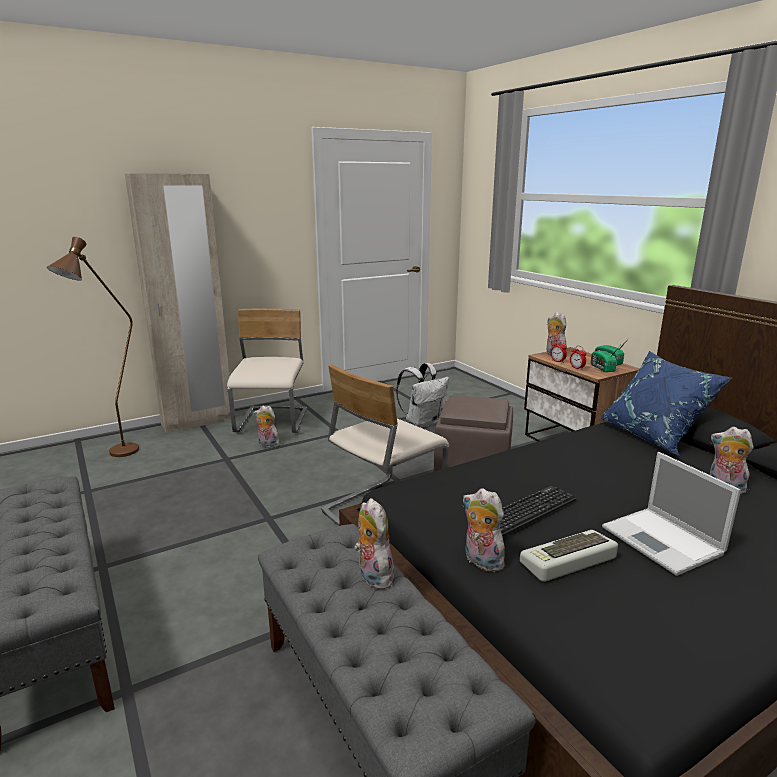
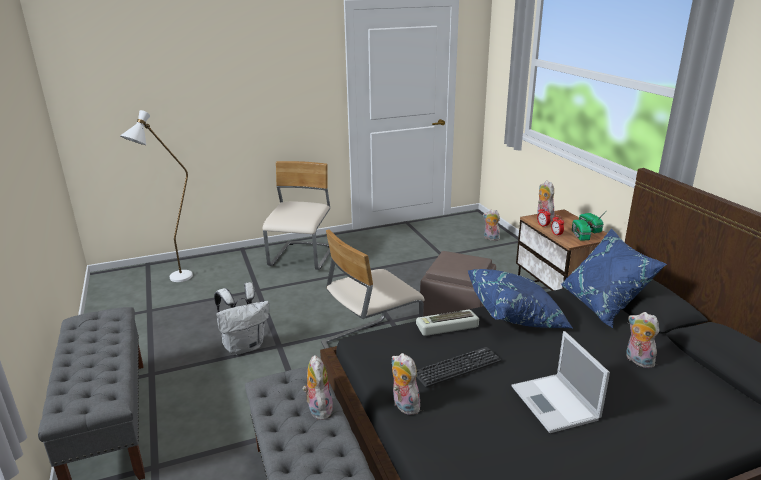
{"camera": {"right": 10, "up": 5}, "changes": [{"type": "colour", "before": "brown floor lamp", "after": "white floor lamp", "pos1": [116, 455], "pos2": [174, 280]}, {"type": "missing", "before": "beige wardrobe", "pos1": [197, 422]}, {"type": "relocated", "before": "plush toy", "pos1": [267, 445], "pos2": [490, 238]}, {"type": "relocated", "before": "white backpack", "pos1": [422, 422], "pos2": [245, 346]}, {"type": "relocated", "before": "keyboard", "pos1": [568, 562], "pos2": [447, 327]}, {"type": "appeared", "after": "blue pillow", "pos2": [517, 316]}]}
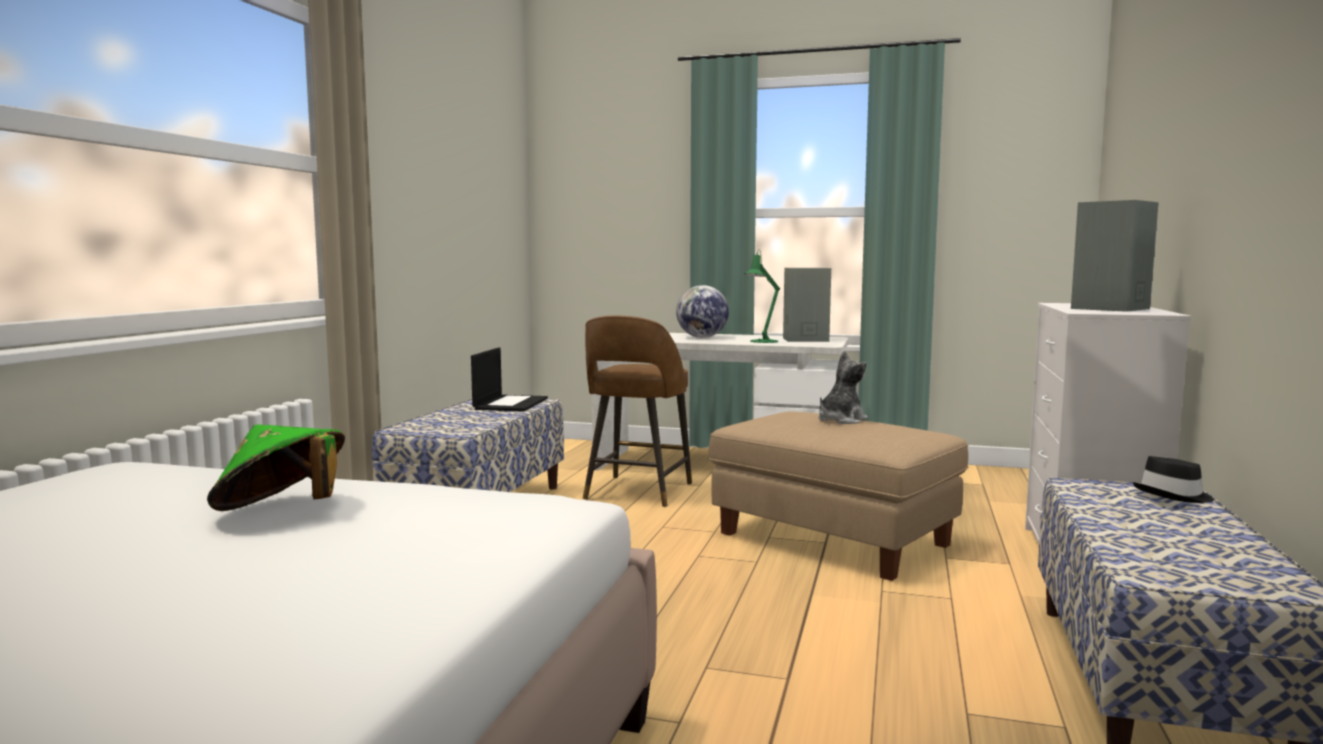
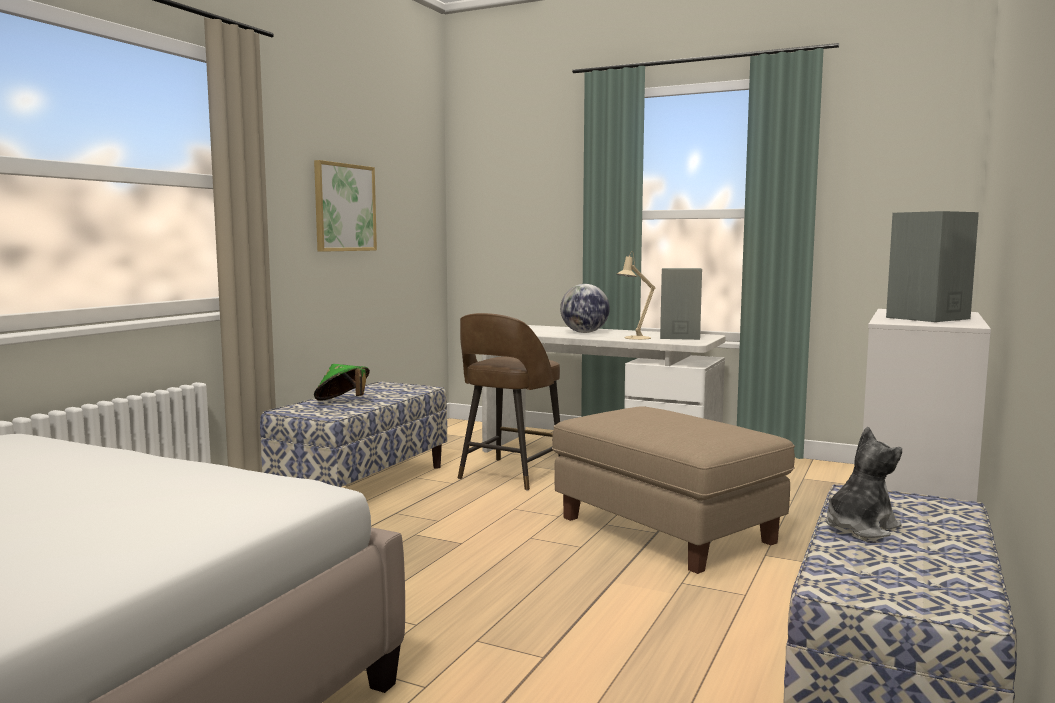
{"camera": {"right": 10, "up": 0}, "changes": [{"type": "relocated", "before": "green hat", "pos1": [282, 512], "pos2": [342, 402]}, {"type": "missing", "before": "laptop", "pos1": [510, 404]}, {"type": "colour", "before": "green table lamp", "after": "beige table lamp", "pos1": [761, 341], "pos2": [634, 338]}, {"type": "relocated", "before": "plush toy", "pos1": [840, 420], "pos2": [860, 527]}, {"type": "missing", "before": "black hat", "pos1": [1174, 496]}, {"type": "appeared", "after": "picture", "pos2": [344, 207]}]}
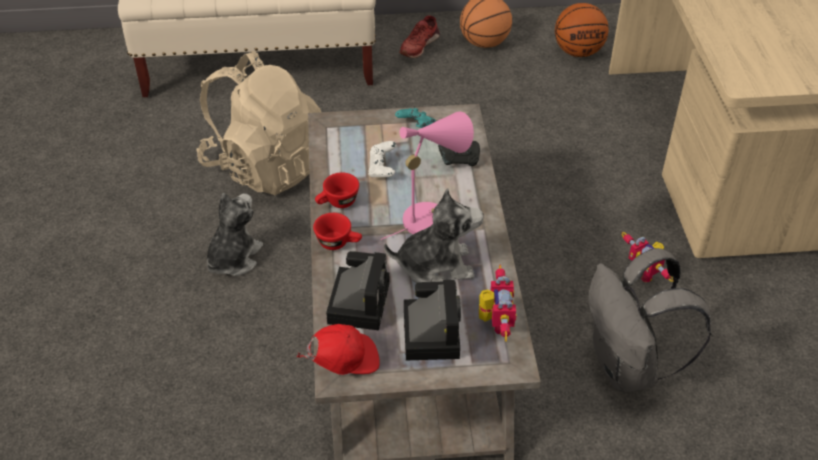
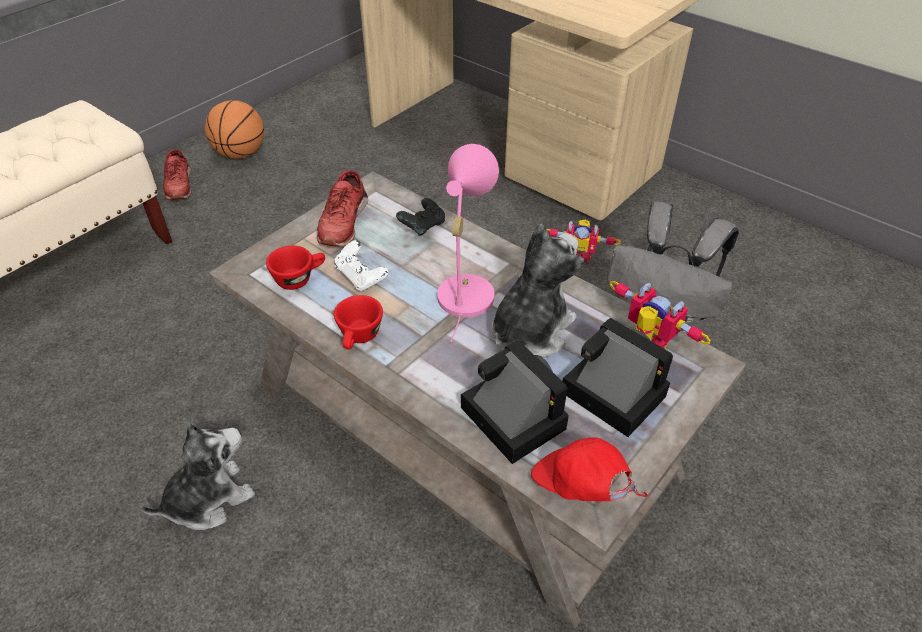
{"camera": {"right": -45, "up": 0}, "changes": [{"type": "missing", "before": "beige backpack", "pos1": [265, 166]}, {"type": "spun", "before": "plush toy", "pos1": [233, 258], "pos2": [209, 499], "turn": 75}, {"type": "spun", "before": "red cap", "pos1": [343, 362], "pos2": [579, 488], "turn": -75}, {"type": "relocated", "before": "red cup", "pos1": [339, 243], "pos2": [299, 278]}, {"type": "exchanged", "before": "turquoise game controller", "after": "red shoe", "pos1": [416, 127], "pos2": [342, 222]}, {"type": "missing", "before": "basketball", "pos1": [578, 52]}]}
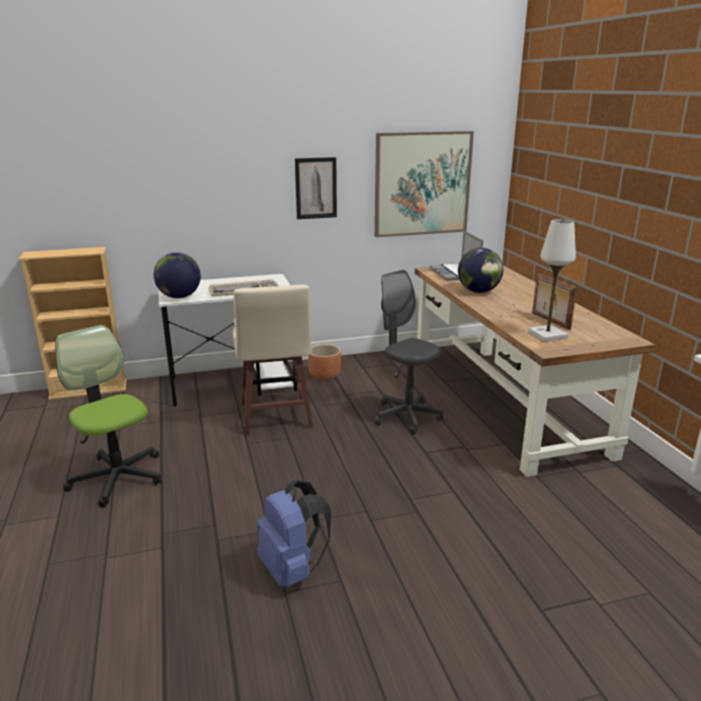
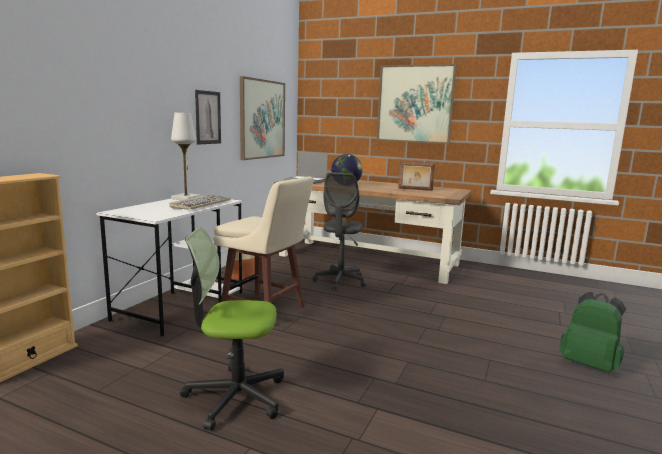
{"camera": {"right": -50, "up": -10}, "changes": [{"type": "missing", "before": "globe", "pos1": [179, 297]}, {"type": "missing", "before": "blue backpack", "pos1": [293, 570]}, {"type": "spun", "before": "grey office chair", "pos1": [406, 416], "pos2": [340, 281], "turn": -75}, {"type": "relocated", "before": "white table lamp", "pos1": [547, 335], "pos2": [186, 198]}, {"type": "appeared", "after": "picture", "pos2": [415, 104]}, {"type": "appeared", "after": "green backpack", "pos2": [589, 365]}]}
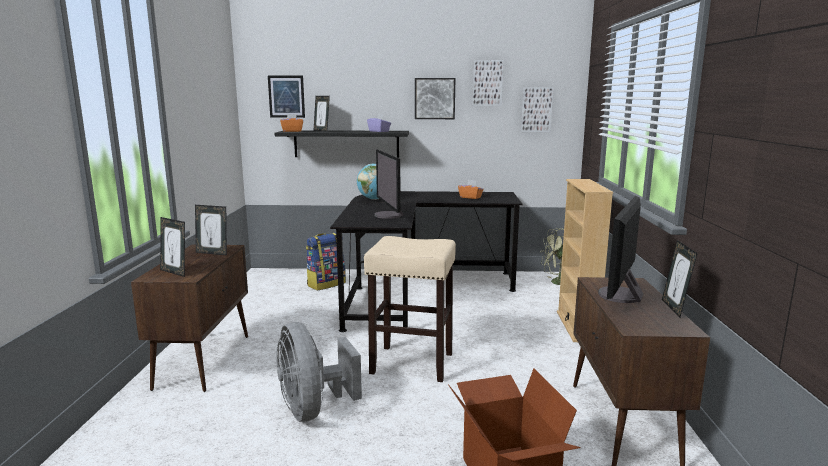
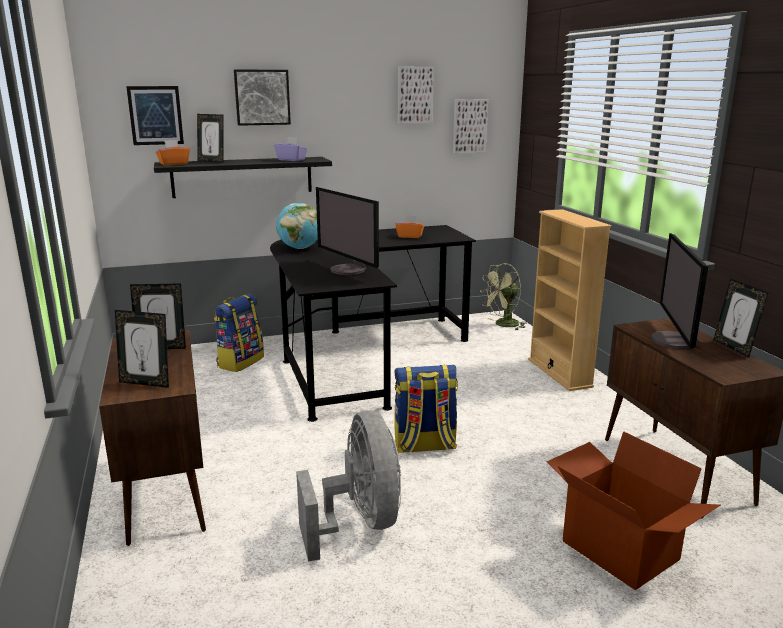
{"camera": {"right": -20, "up": 5}, "changes": [{"type": "spun", "before": "grey fan", "pos1": [313, 409], "pos2": [359, 523], "turn": -150}, {"type": "exchanged", "before": "beige stool", "after": "backpack", "pos1": [410, 363], "pos2": [424, 446]}, {"type": "relocated", "before": "picture", "pos1": [434, 98], "pos2": [262, 97]}]}
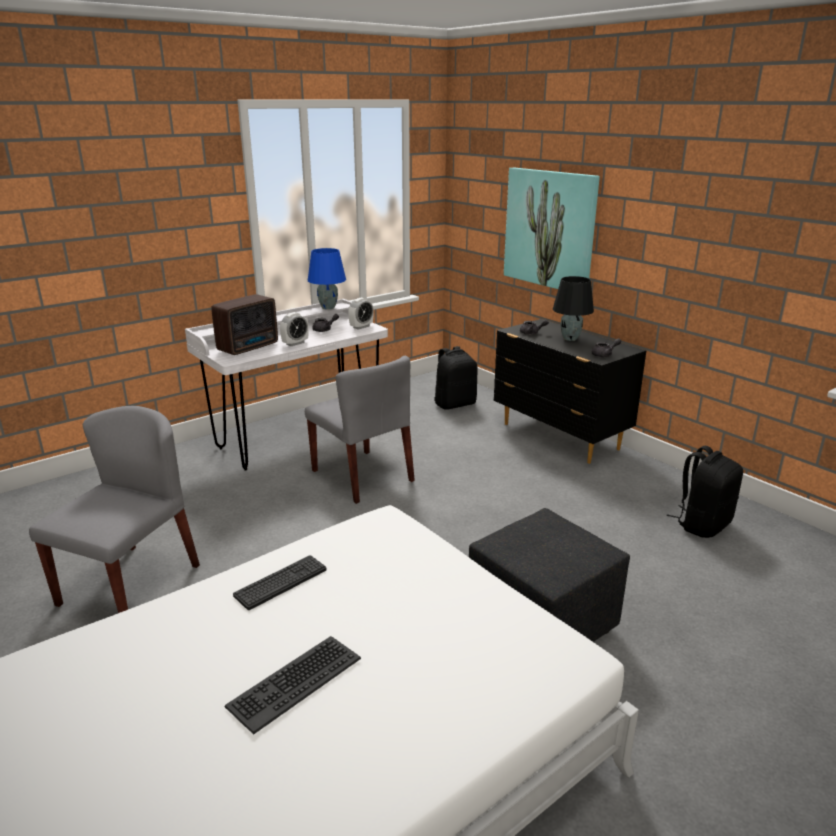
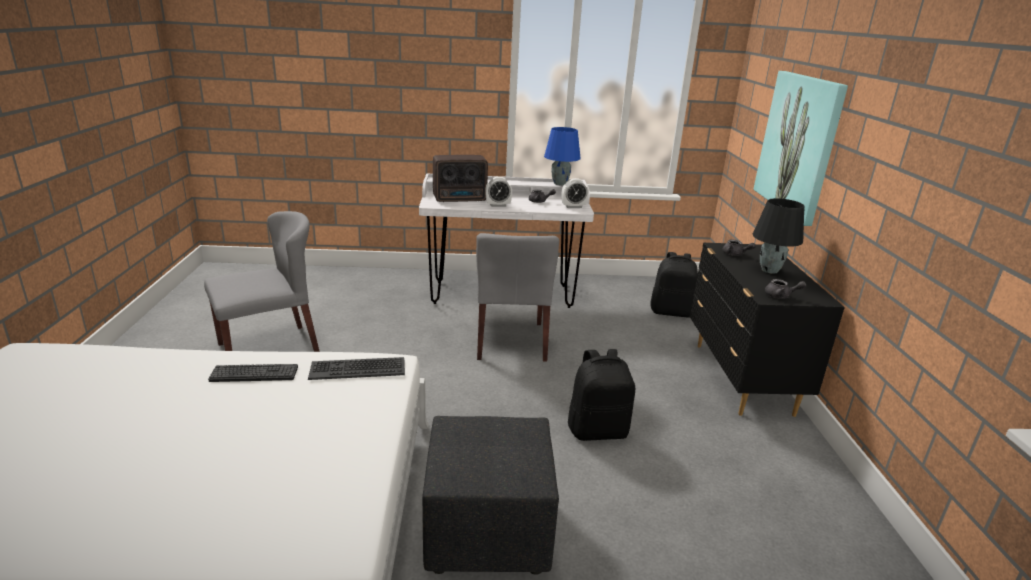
{"camera": {"right": 35, "up": 0}, "changes": [{"type": "relocated", "before": "keyboard", "pos1": [295, 682], "pos2": [357, 369]}, {"type": "relocated", "before": "black backpack", "pos1": [702, 524], "pos2": [598, 430]}]}
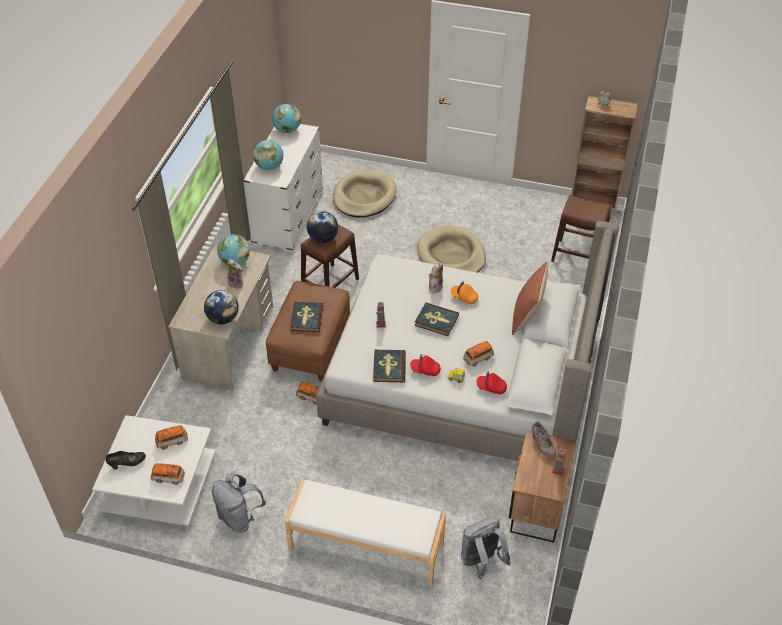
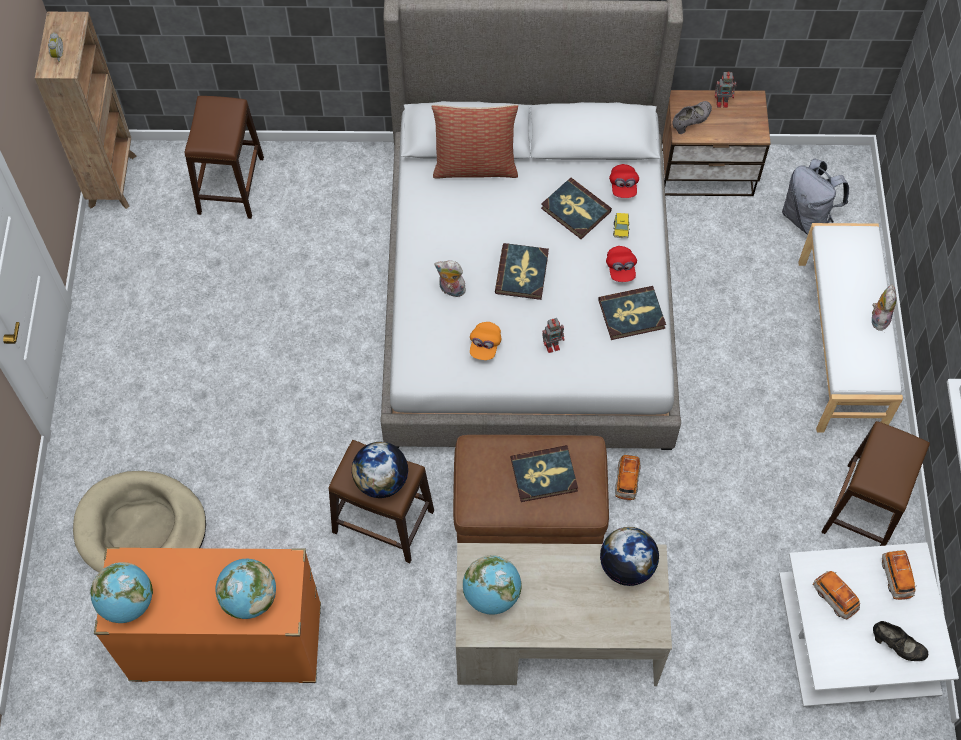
{"camera": {"right": -105, "up": 15}, "changes": [{"type": "spun", "before": "black shoe", "pos1": [127, 463], "pos2": [897, 646], "turn": 150}, {"type": "exchanged", "before": "grey backpack", "after": "brown stool", "pos1": [239, 517], "pos2": [863, 509]}, {"type": "relocated", "before": "plush toy", "pos1": [236, 283], "pos2": [878, 318]}, {"type": "colour", "before": "white dresser", "after": "orange dresser", "pos1": [288, 218], "pos2": [227, 644]}, {"type": "missing", "before": "beige dog bed", "pos1": [451, 255]}, {"type": "relocated", "before": "orange cap", "pos1": [464, 297], "pos2": [485, 345]}, {"type": "exchanged", "before": "toy car", "after": "book", "pos1": [478, 358], "pos2": [575, 210]}]}
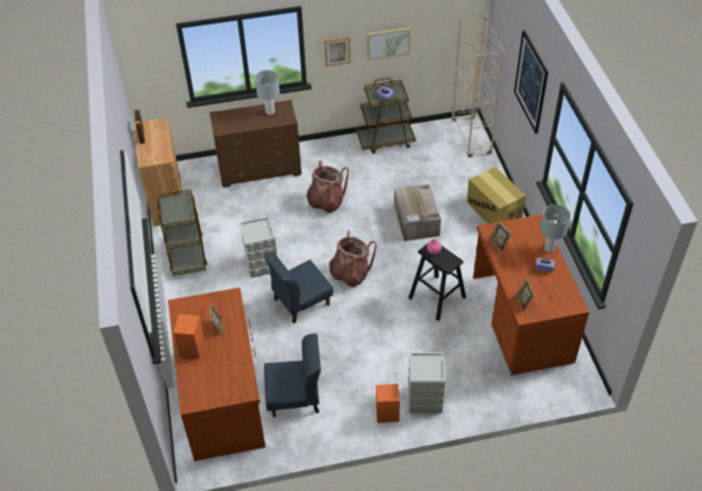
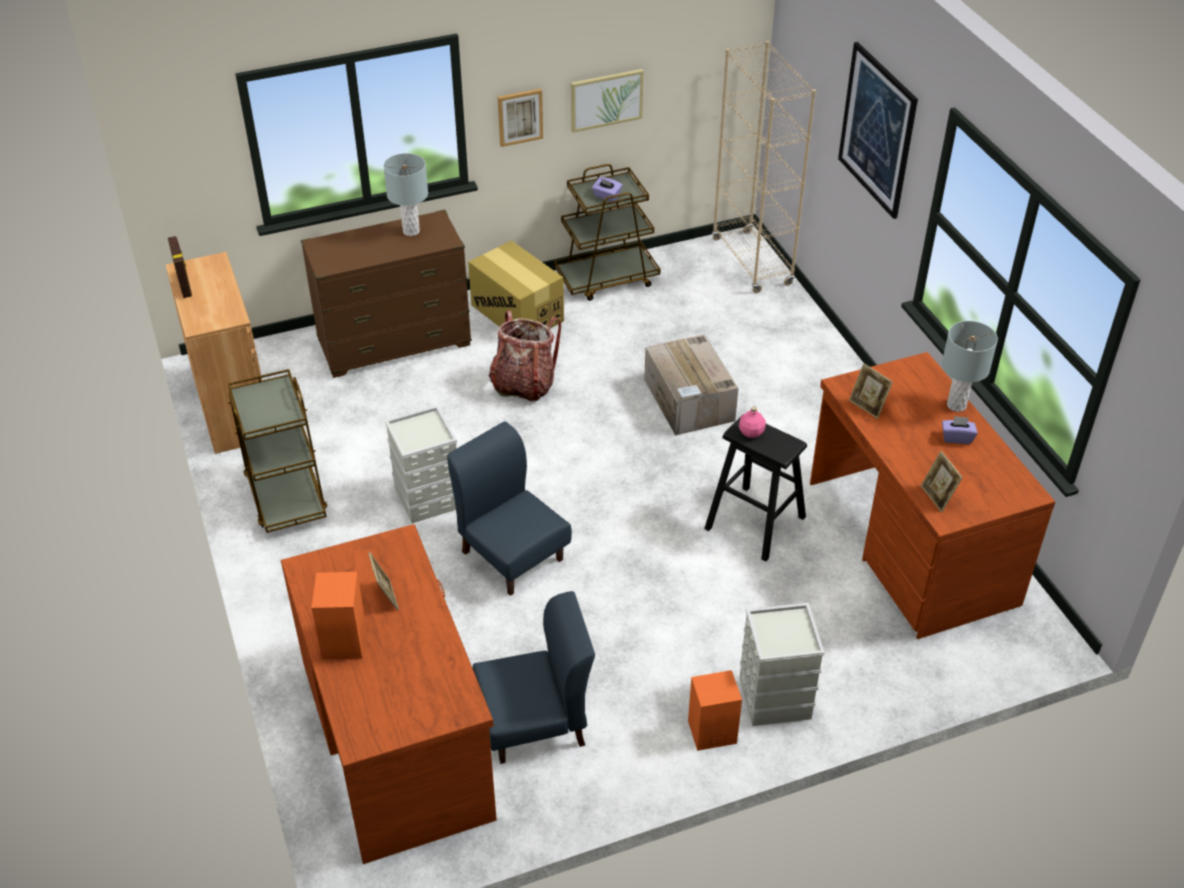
{"camera": {"right": -10, "up": -5}, "changes": [{"type": "spun", "before": "blue chair", "pos1": [301, 302], "pos2": [512, 555], "turn": 90}, {"type": "missing", "before": "backpack", "pos1": [350, 273]}, {"type": "relocated", "before": "cardboard box", "pos1": [494, 210], "pos2": [517, 312]}]}
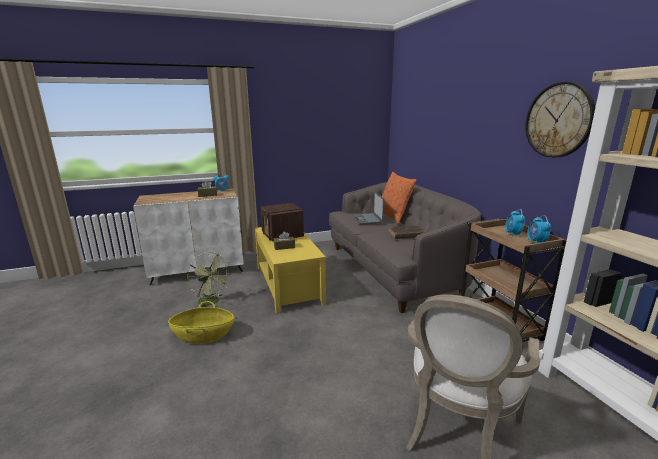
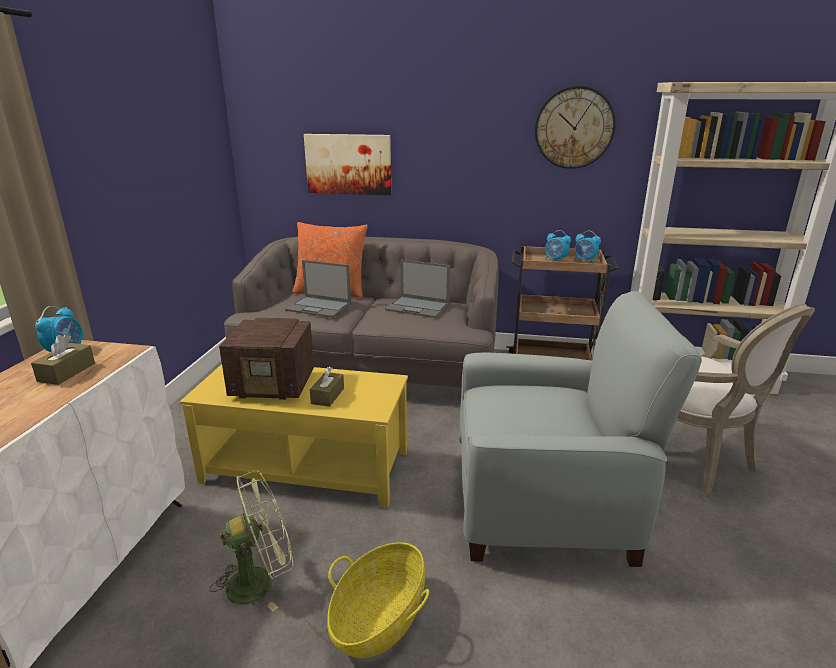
{"camera": {"right": -60, "up": 5}, "changes": [{"type": "exchanged", "before": "brown book", "after": "laptop", "pos1": [406, 236], "pos2": [418, 307]}, {"type": "appeared", "after": "picture", "pos2": [348, 164]}, {"type": "appeared", "after": "grey armchair", "pos2": [545, 504]}]}
